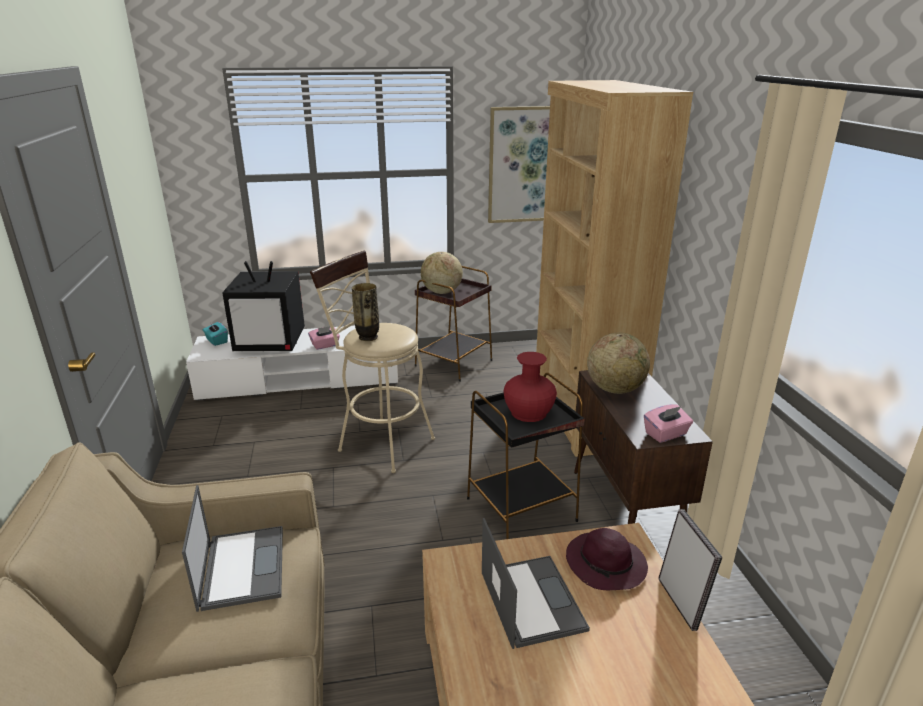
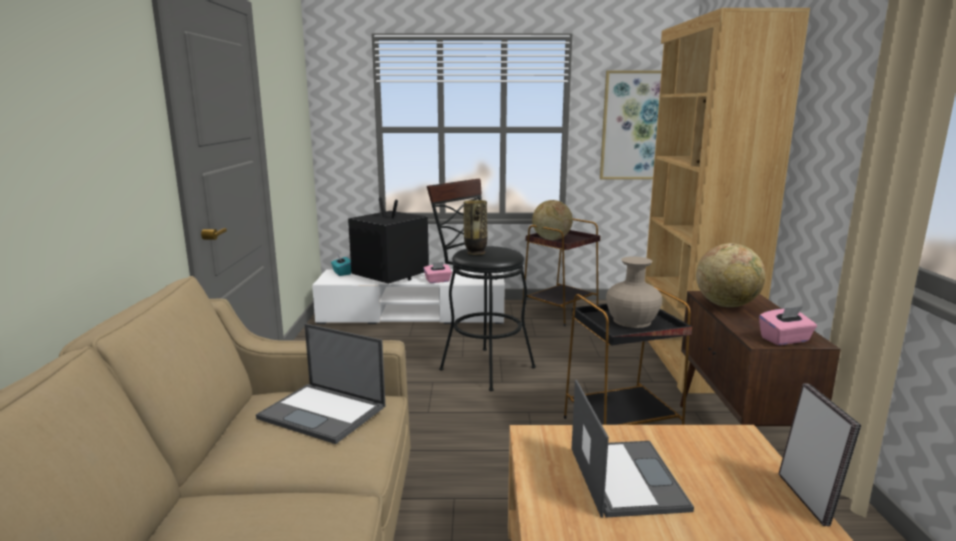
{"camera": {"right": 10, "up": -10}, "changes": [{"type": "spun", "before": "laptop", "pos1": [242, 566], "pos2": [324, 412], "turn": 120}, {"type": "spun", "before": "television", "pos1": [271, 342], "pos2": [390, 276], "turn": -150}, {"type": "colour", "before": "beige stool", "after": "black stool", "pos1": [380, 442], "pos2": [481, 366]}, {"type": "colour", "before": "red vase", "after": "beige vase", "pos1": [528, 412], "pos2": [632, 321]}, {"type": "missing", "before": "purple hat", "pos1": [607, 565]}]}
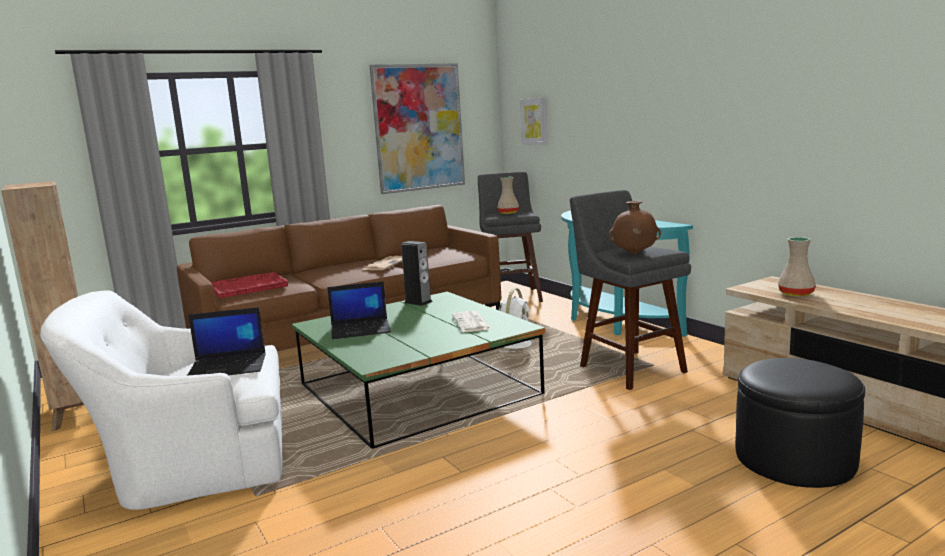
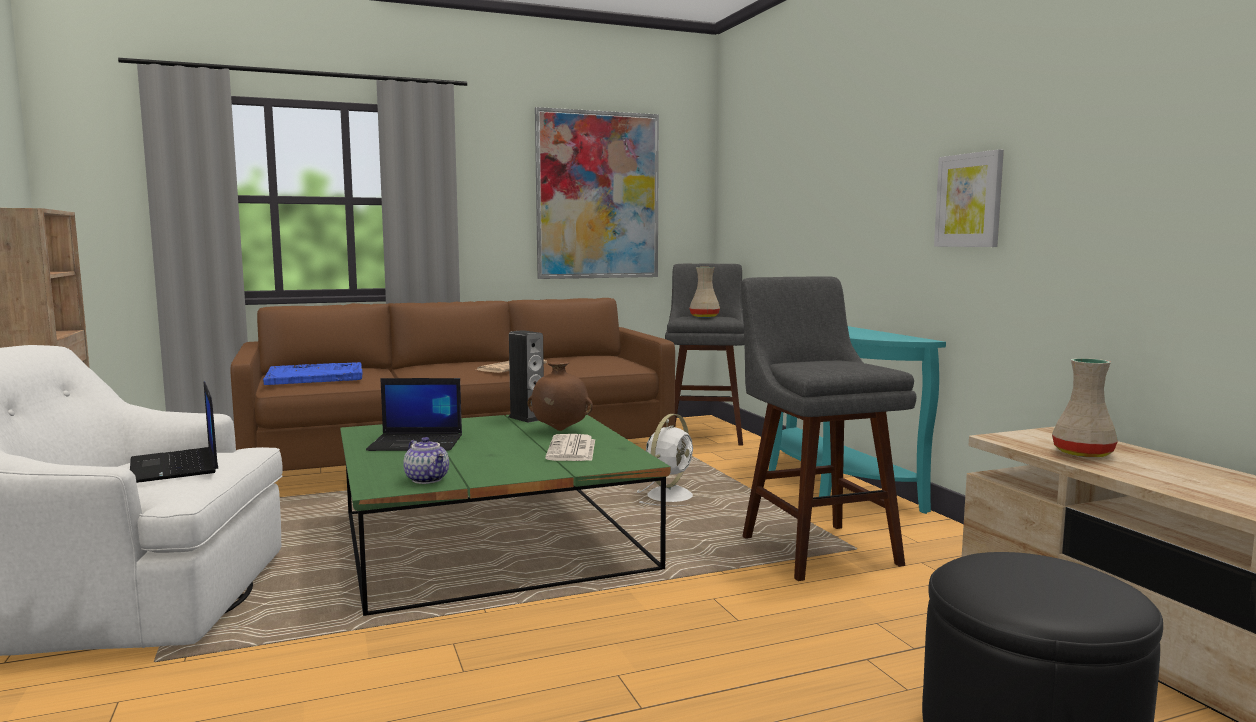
{"camera": {"right": 10, "up": -5}, "changes": [{"type": "spun", "before": "laptop", "pos1": [229, 367], "pos2": [176, 466], "turn": 60}, {"type": "colour", "before": "red tray", "after": "blue tray", "pos1": [249, 286], "pos2": [316, 376]}, {"type": "relocated", "before": "picture", "pos1": [534, 121], "pos2": [969, 200]}, {"type": "relocated", "before": "brown vase", "pos1": [634, 254], "pos2": [559, 430]}, {"type": "appeared", "after": "teapot", "pos2": [428, 479]}]}
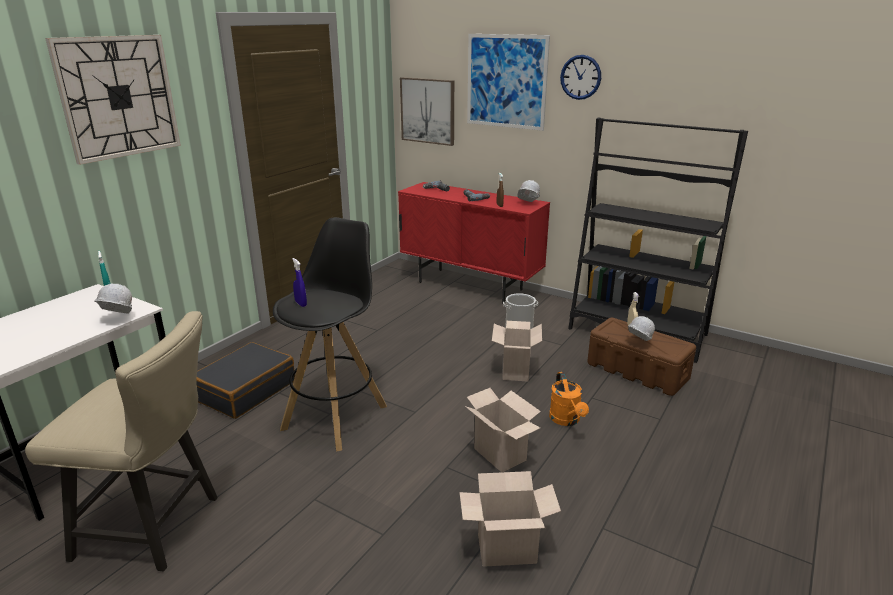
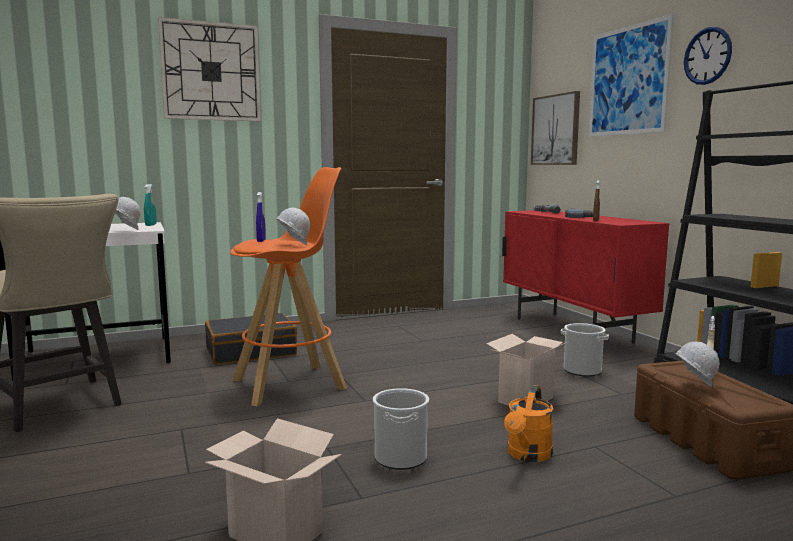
{"camera": {"right": 35, "up": -15}, "changes": [{"type": "colour", "before": "black stool", "after": "orange stool", "pos1": [336, 416], "pos2": [290, 384]}, {"type": "exchanged", "before": "cardboard box", "after": "bucket", "pos1": [502, 454], "pos2": [400, 458]}, {"type": "relocated", "before": "white hard hat", "pos1": [527, 204], "pos2": [292, 246]}]}
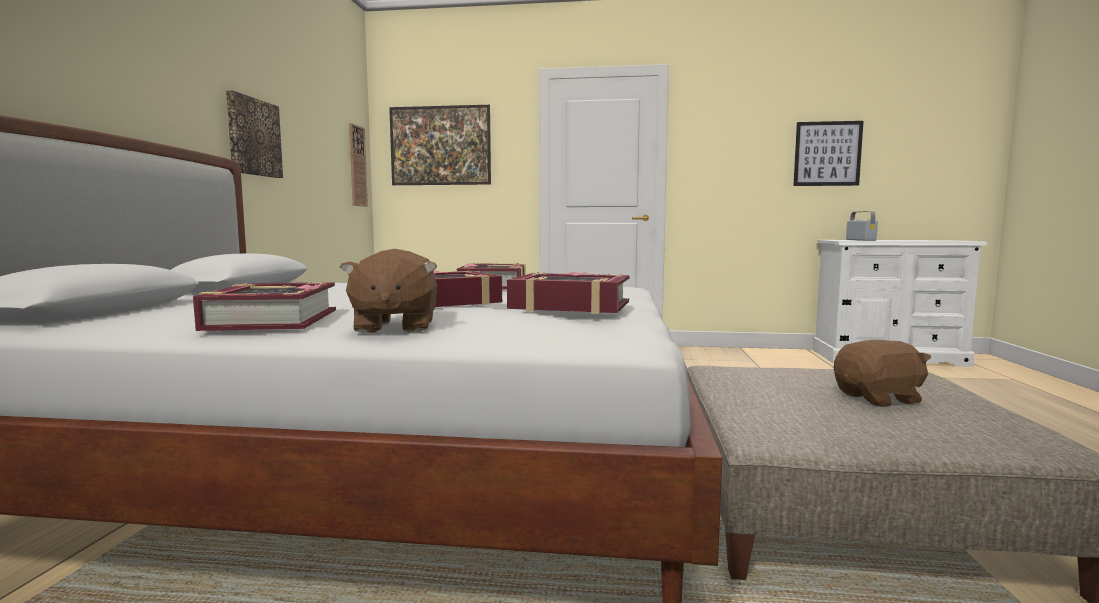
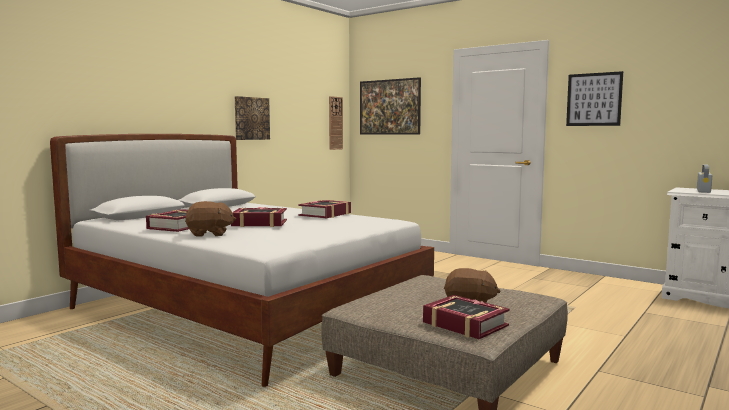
{"camera": {"right": 30, "up": 0}, "changes": [{"type": "spun", "before": "brown plush toy", "pos1": [394, 327], "pos2": [210, 234], "turn": -120}, {"type": "relocated", "before": "book", "pos1": [570, 306], "pos2": [464, 324]}, {"type": "relocated", "before": "picture", "pos1": [827, 154], "pos2": [594, 99]}]}
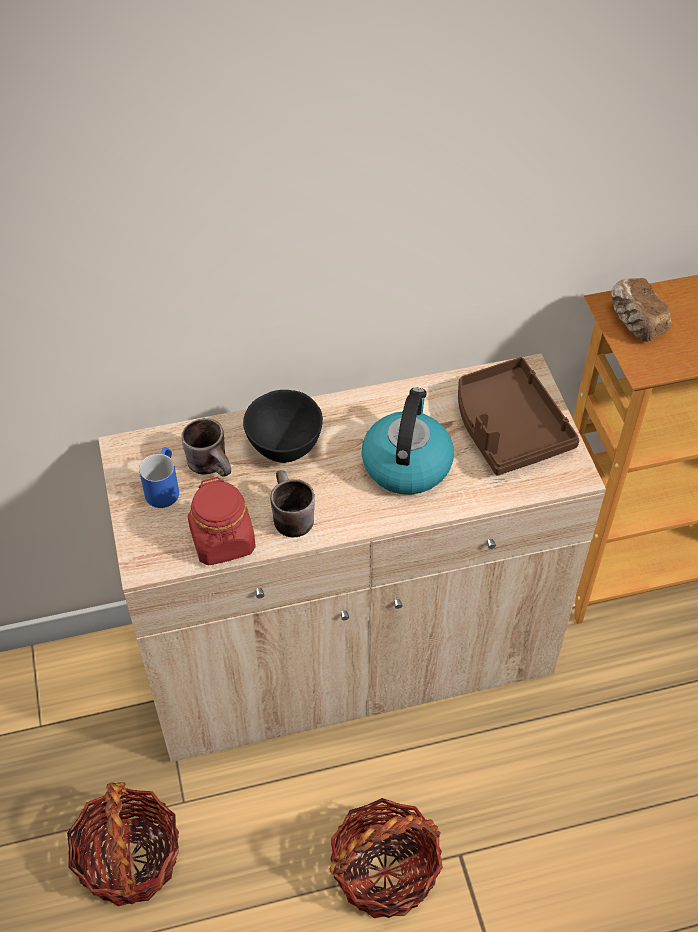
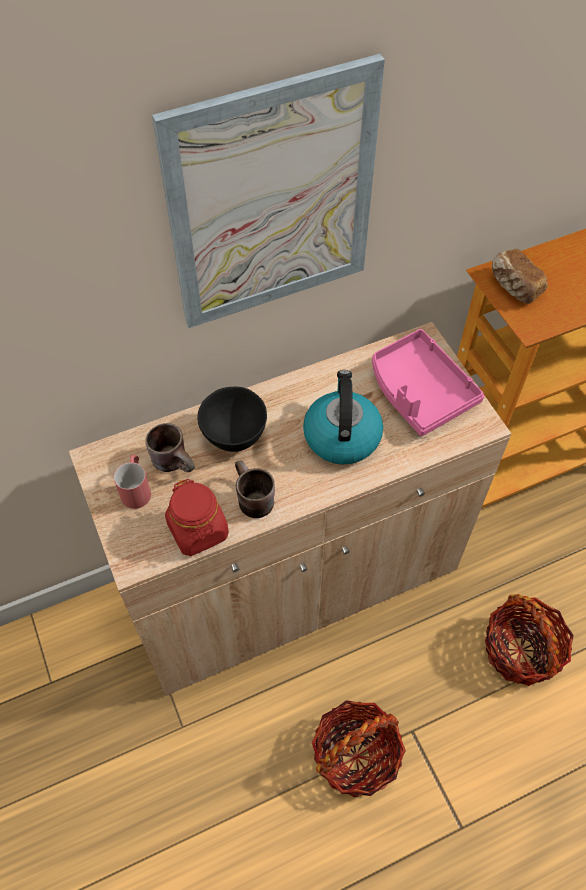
{"camera": {"right": -10, "up": 5}, "changes": [{"type": "relocated", "before": "basket", "pos1": [130, 859], "pos2": [521, 650]}, {"type": "colour", "before": "blue mug", "after": "red mug", "pos1": [164, 486], "pos2": [136, 488]}, {"type": "colour", "before": "brown tray", "after": "pink tray", "pos1": [508, 428], "pos2": [419, 391]}, {"type": "appeared", "after": "picture", "pos2": [272, 201]}]}
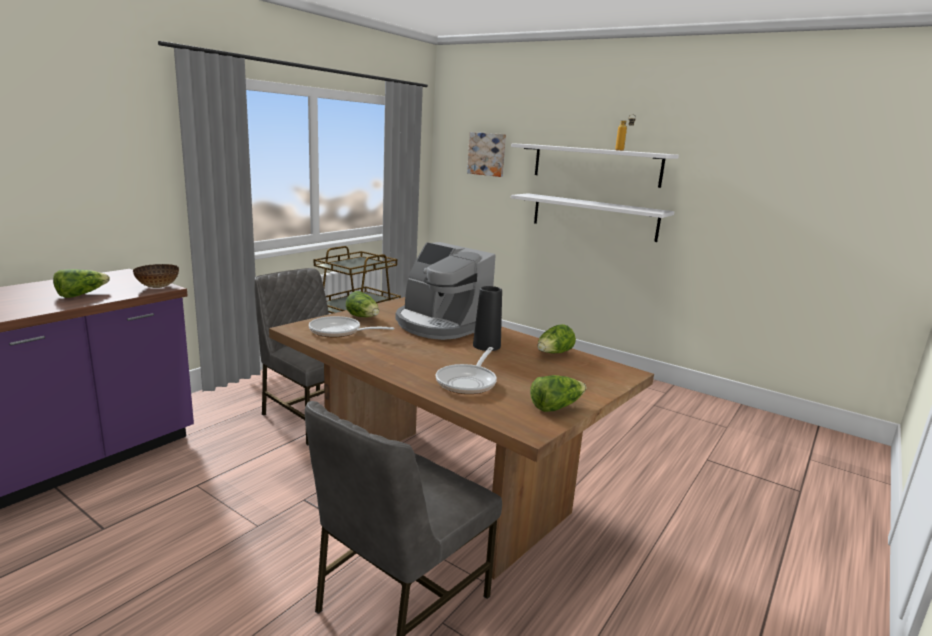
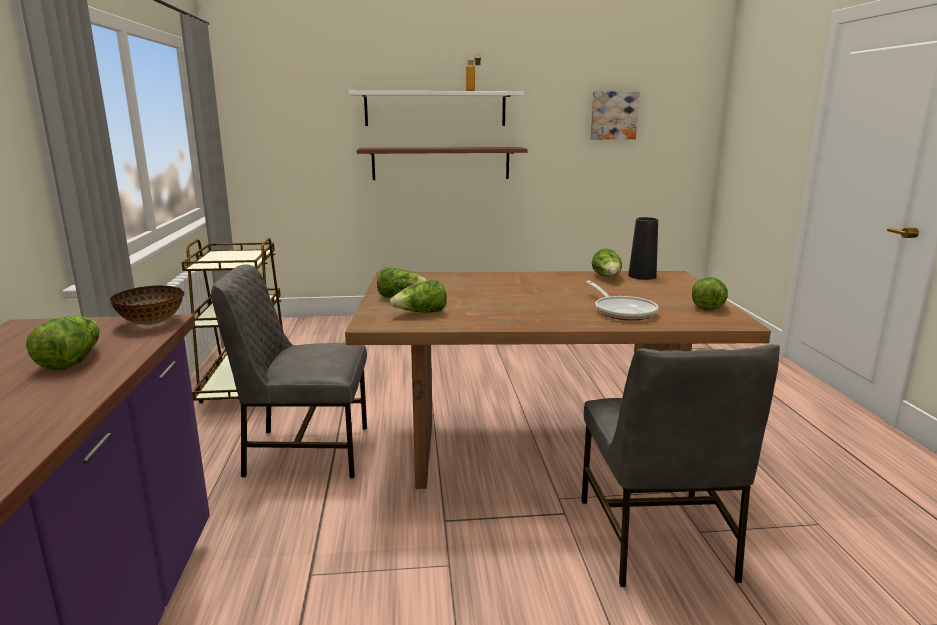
{"camera": {"right": -40, "up": 0}, "changes": [{"type": "exchanged", "before": "frying pan", "after": "lettuce", "pos1": [339, 332], "pos2": [421, 313]}, {"type": "missing", "before": "coffee machine", "pos1": [440, 325]}, {"type": "relocated", "before": "picture", "pos1": [487, 154], "pos2": [613, 115]}, {"type": "relocated", "before": "black vase", "pos1": [486, 346], "pos2": [642, 276]}, {"type": "colour", "before": "white shelf", "after": "brown shelf", "pos1": [594, 217], "pos2": [441, 163]}]}
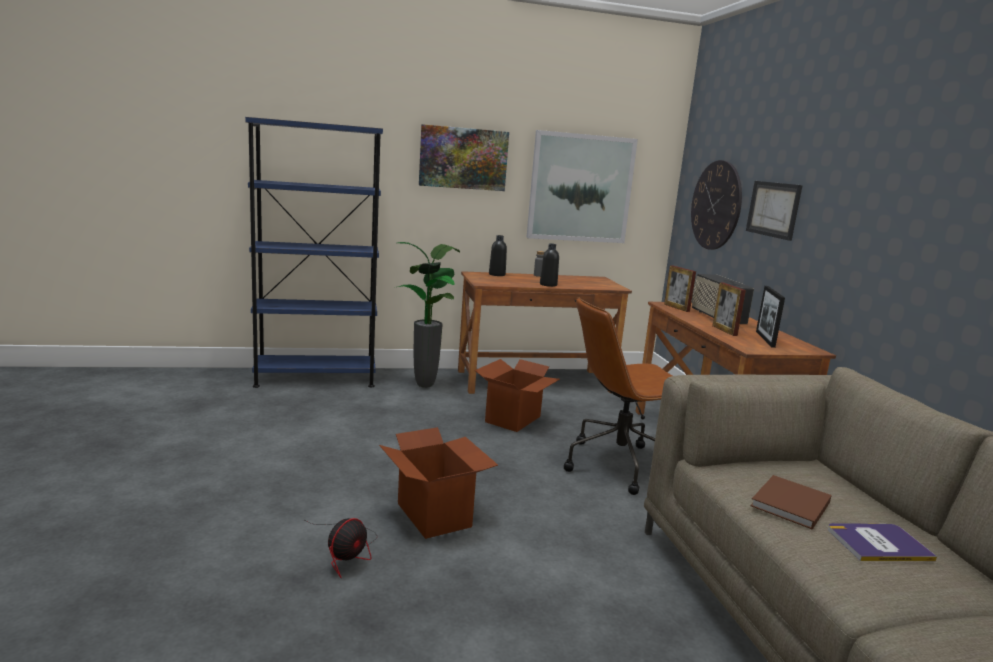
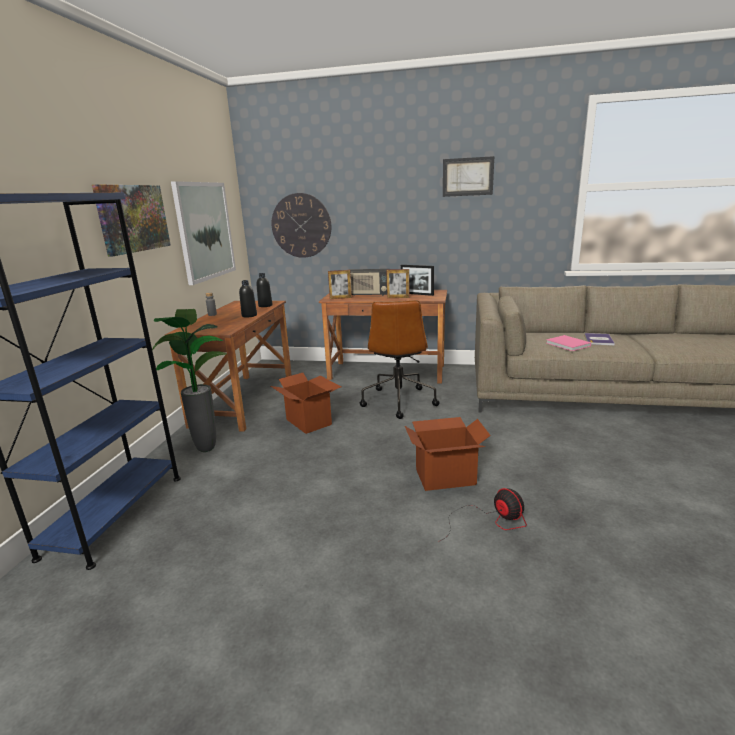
{"camera": {"right": -65, "up": 5}, "changes": [{"type": "relocated", "before": "black bottle", "pos1": [497, 274], "pos2": [265, 305]}, {"type": "relocated", "before": "picture", "pos1": [773, 209], "pos2": [467, 177]}, {"type": "colour", "before": "brown book", "after": "pink book", "pos1": [789, 505], "pos2": [569, 345]}]}
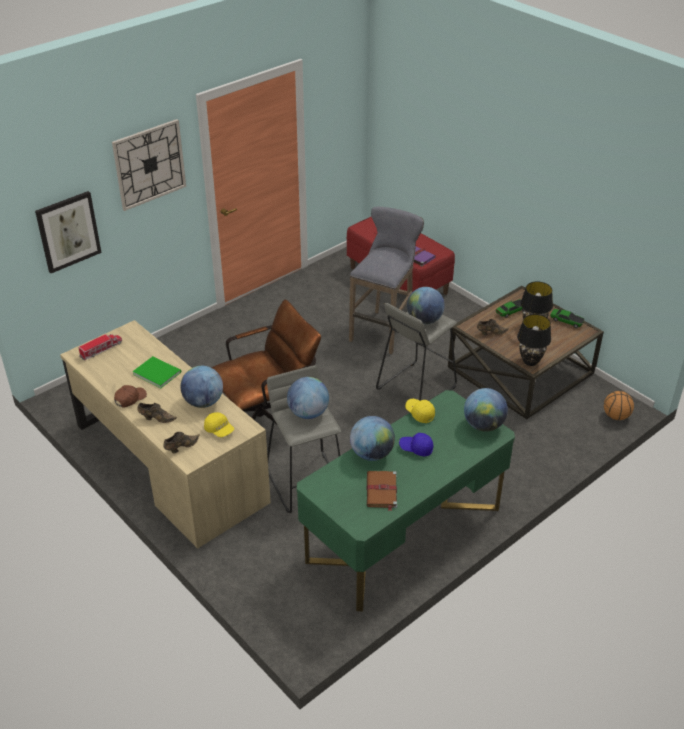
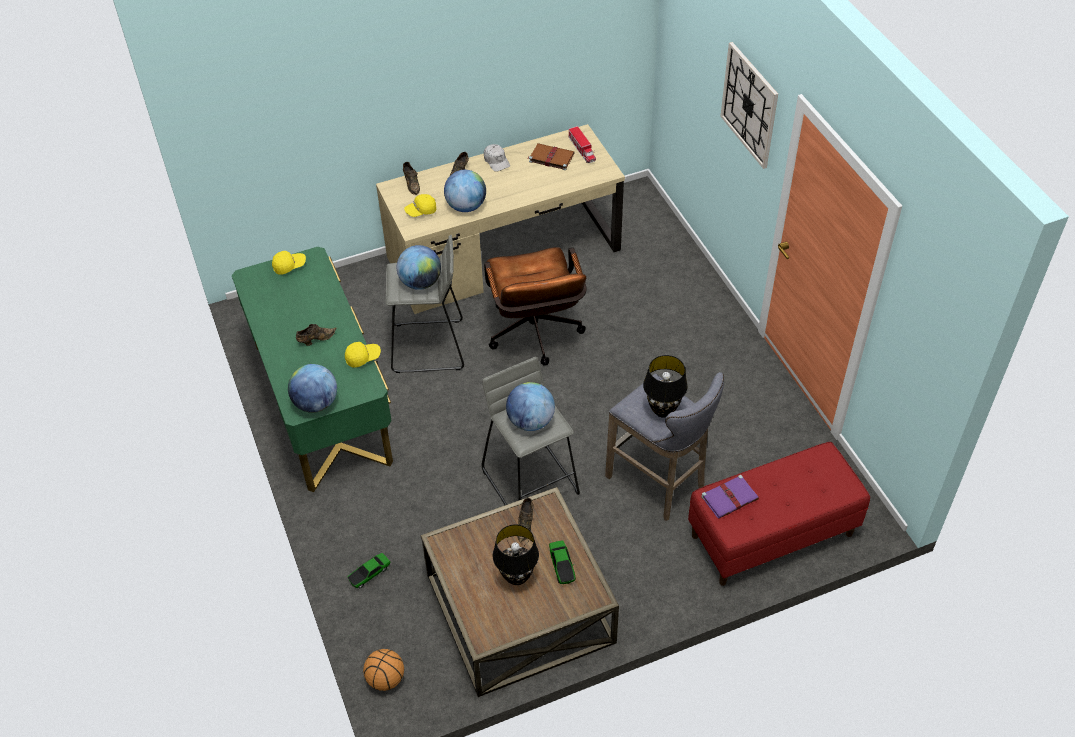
{"camera": {"right": 110, "up": 10}, "changes": [{"type": "missing", "before": "picture", "pos1": [68, 231]}, {"type": "colour", "before": "brown cap", "after": "white cap", "pos1": [130, 399], "pos2": [496, 161]}, {"type": "missing", "before": "green book", "pos1": [157, 372]}, {"type": "missing", "before": "globe", "pos1": [372, 454]}, {"type": "relocated", "before": "brown book", "pos1": [381, 491], "pos2": [550, 158]}, {"type": "exchanged", "before": "blue cap", "after": "brown shoe", "pos1": [416, 448], "pos2": [316, 340]}, {"type": "relocated", "before": "black table lamp", "pos1": [530, 362], "pos2": [662, 411]}, {"type": "relocated", "before": "toy car", "pos1": [566, 321], "pos2": [369, 573]}, {"type": "appeared", "after": "yellow cap", "pos2": [289, 266]}]}
